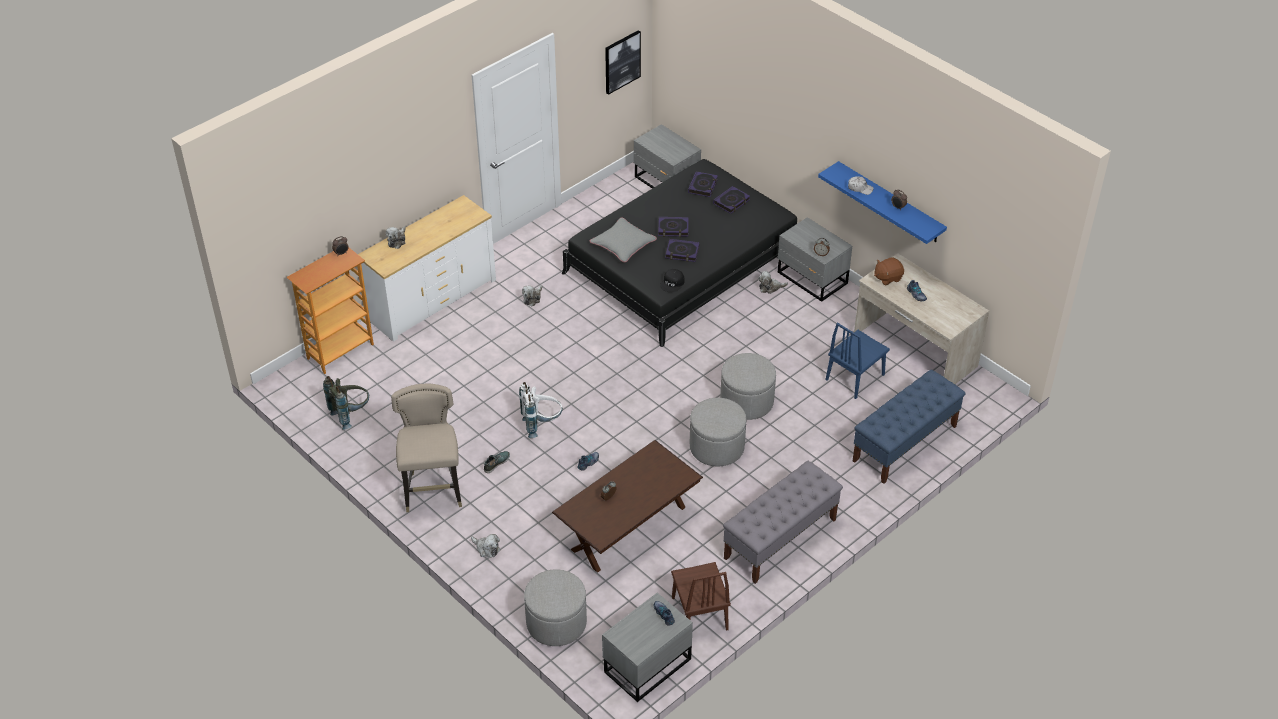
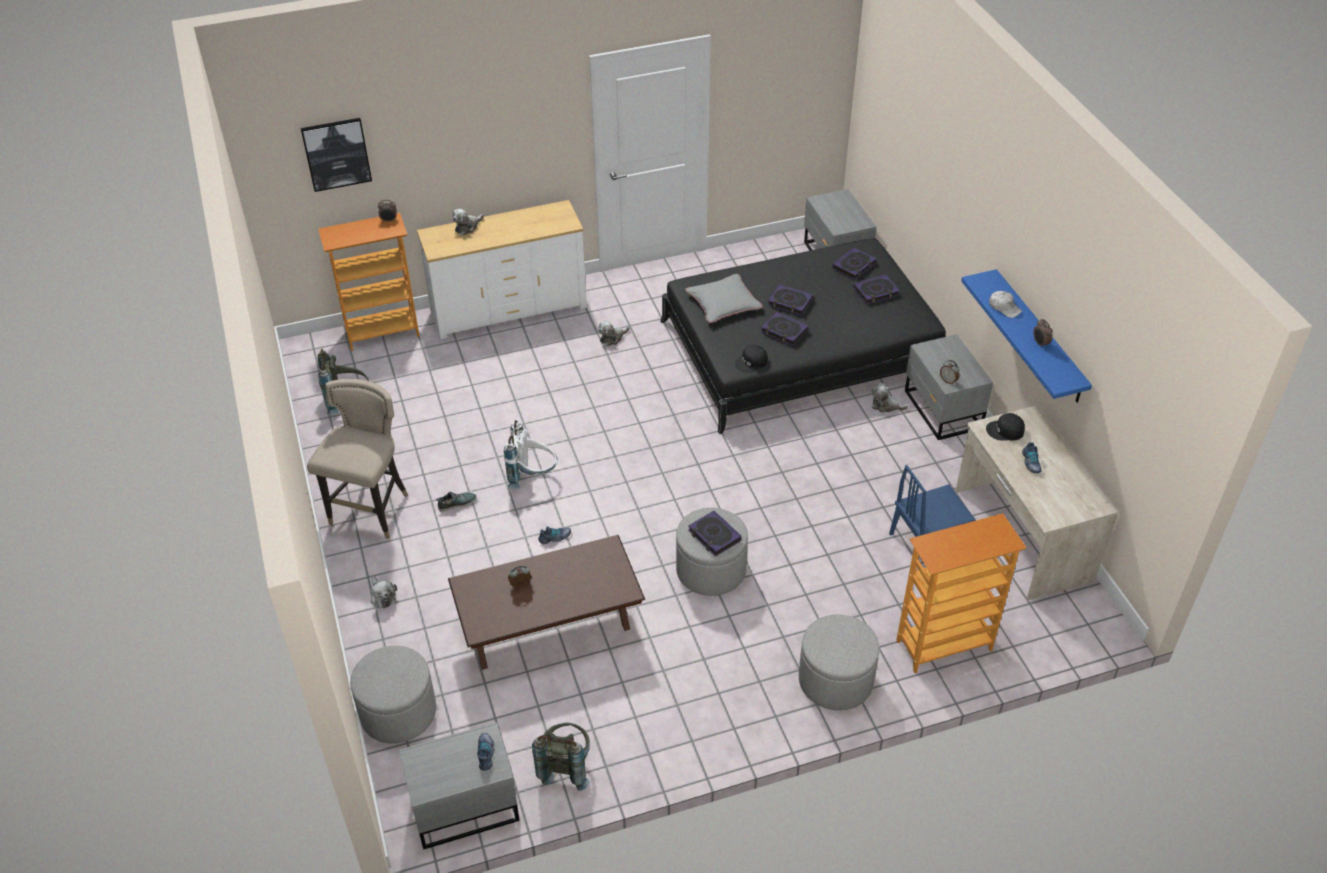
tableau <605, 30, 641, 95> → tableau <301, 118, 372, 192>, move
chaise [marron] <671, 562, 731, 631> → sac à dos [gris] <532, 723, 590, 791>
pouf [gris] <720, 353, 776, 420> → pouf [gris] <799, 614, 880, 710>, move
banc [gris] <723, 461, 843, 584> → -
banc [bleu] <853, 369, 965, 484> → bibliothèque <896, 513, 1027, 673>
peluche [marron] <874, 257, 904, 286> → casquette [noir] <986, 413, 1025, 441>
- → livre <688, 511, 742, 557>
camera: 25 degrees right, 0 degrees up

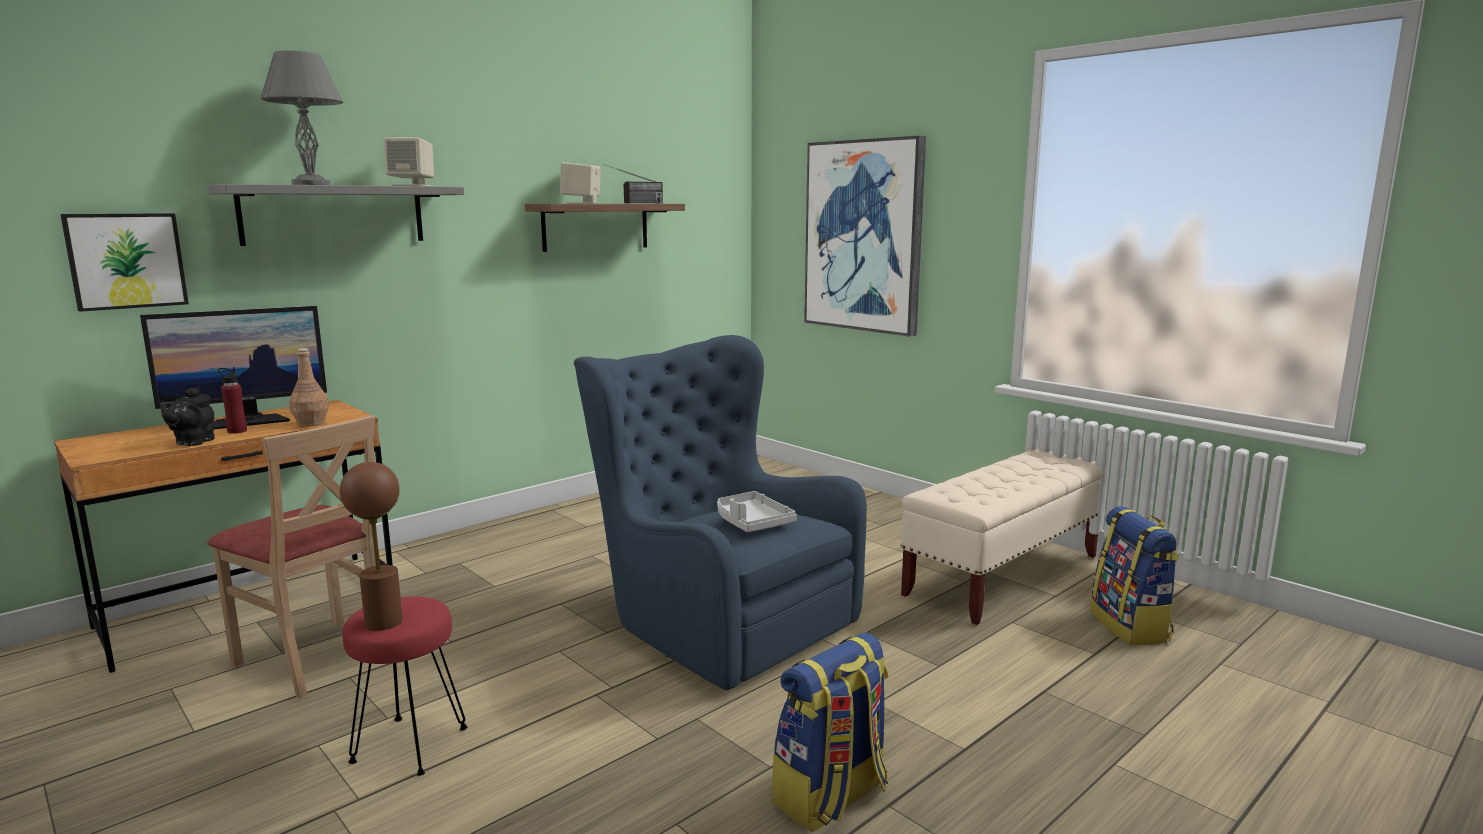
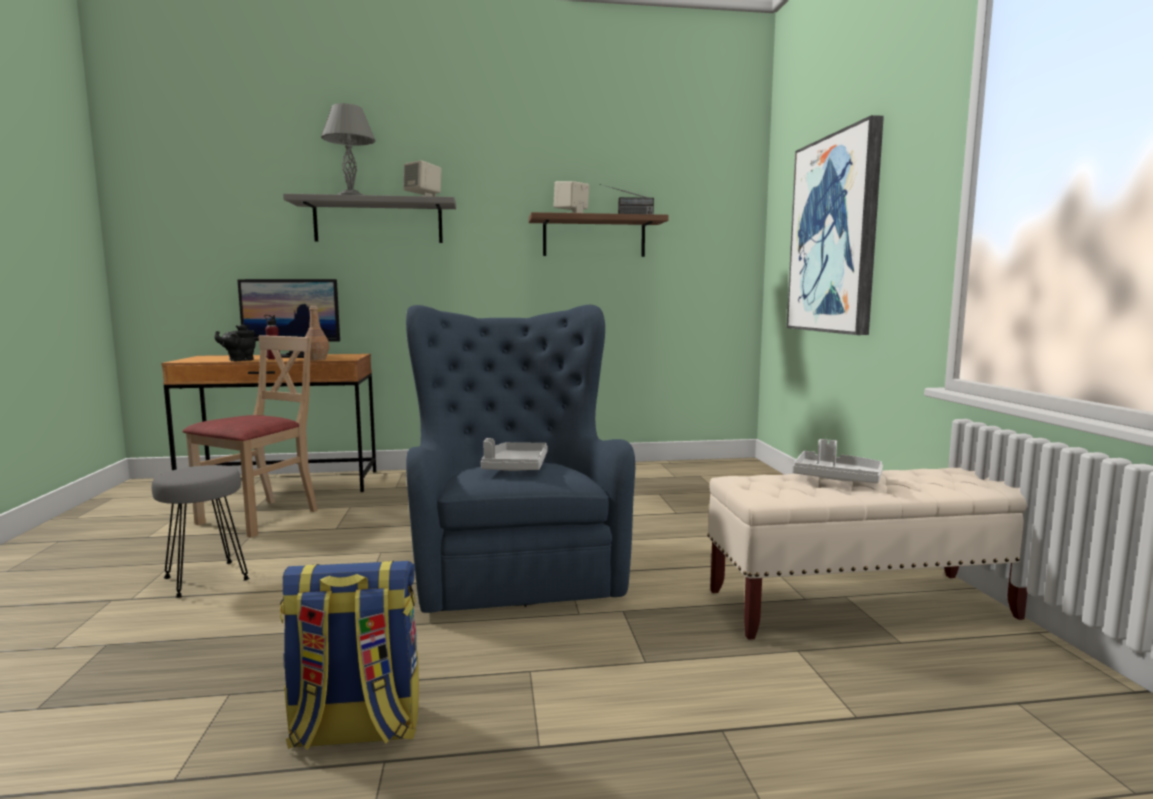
tableau <60, 213, 189, 312> → -
chaise [beige] <207, 415, 376, 699> → chaise [beige] <182, 335, 318, 538>, 135 degrees counterclockwise
lampe de table [marron] <340, 462, 403, 630> → -
tabouret [rouge] <343, 596, 467, 776> → tabouret [gris] <152, 465, 250, 598>
sac à dos <1090, 506, 1180, 645> → -
- → plateau [blanc] <792, 439, 883, 483>
camera: 35 degrees right, 5 degrees down

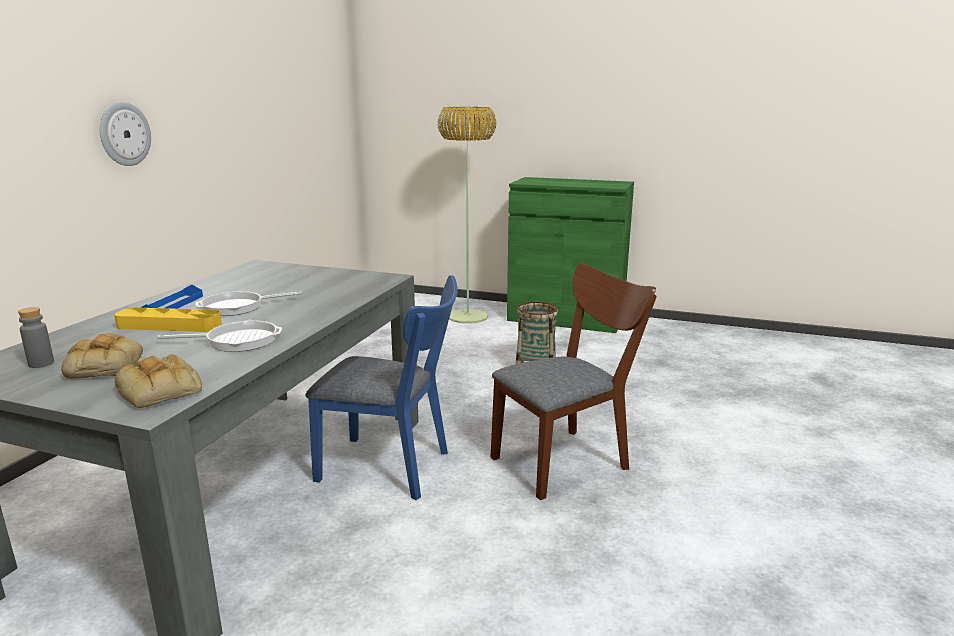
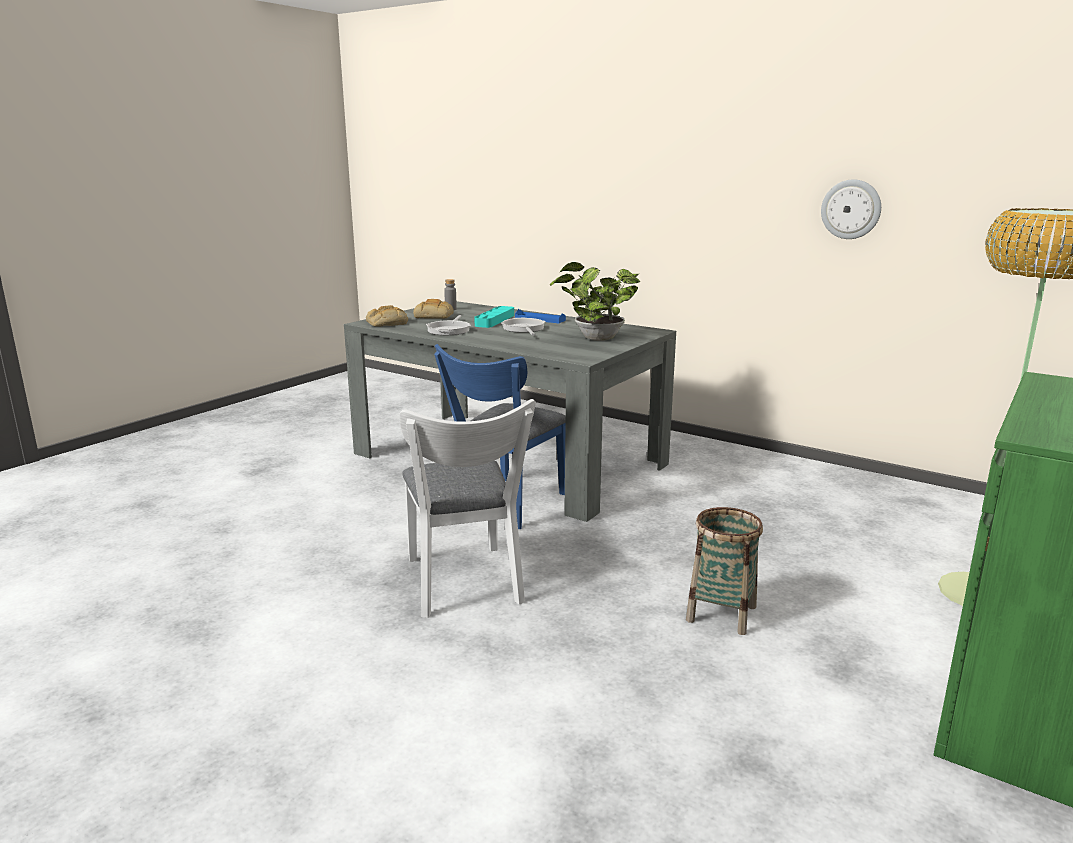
horloge murale <100, 102, 151, 166> → horloge murale <821, 179, 881, 239>, move
plateau [jaune] <114, 307, 222, 332> → plateau [turquoise] <474, 306, 514, 328>
chaise [marron] <491, 263, 657, 500> → chaise [blanc] <399, 399, 536, 618>
- → plante en pot <550, 262, 640, 341>
camera: 105 degrees right, 0 degrees up

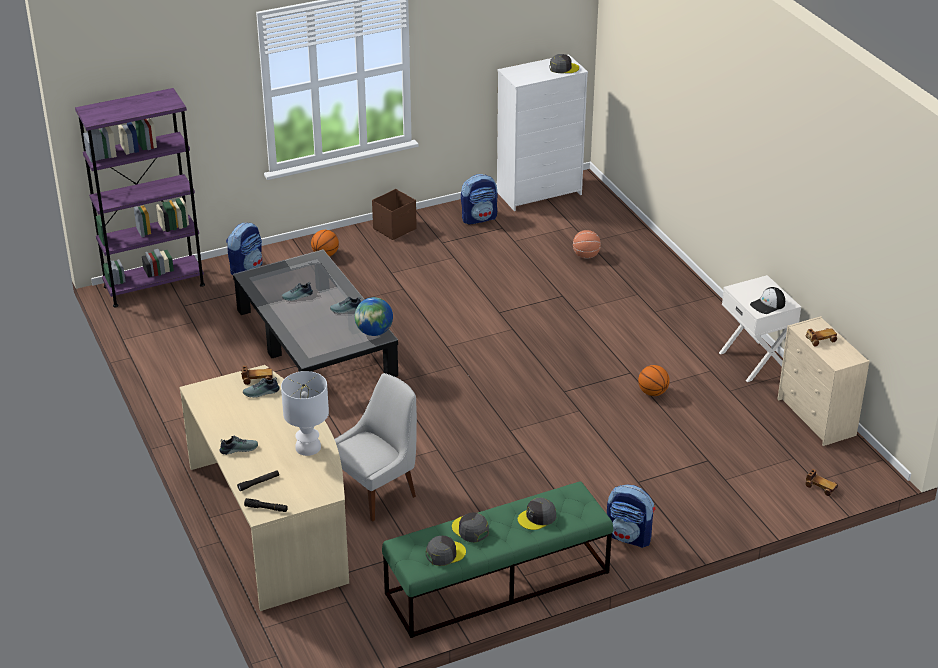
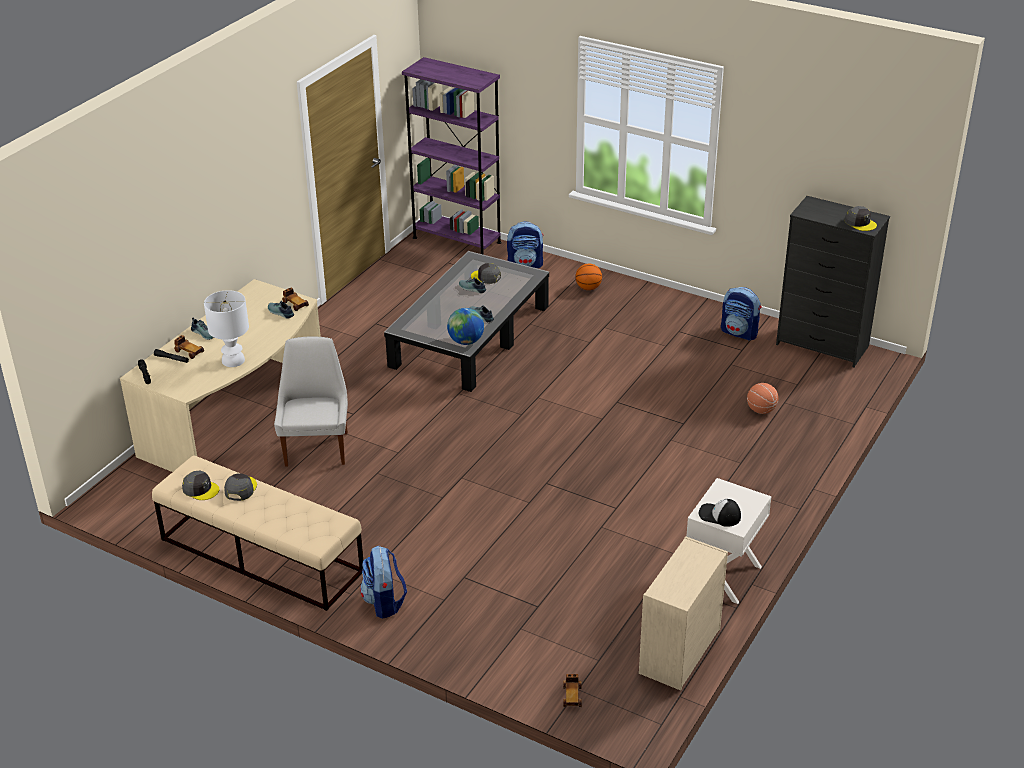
chaise [blanc] <334, 373, 417, 522> → chaise [blanc] <274, 336, 348, 466>, 105 degrees counterclockwise
boîte de rangement [marron] <372, 189, 417, 240> → -
banc [vert] <382, 481, 613, 638> → banc [beige] <152, 455, 363, 611>
commode [blanc] <497, 54, 588, 211> → commode [noir] <776, 196, 890, 368>
casquette [gris] <518, 498, 556, 530> → casquette [gris] <471, 263, 501, 284>, move
ballon de basket <638, 365, 670, 396> → -
petite voiture <806, 328, 837, 346> → petite voiture <174, 335, 204, 359>, move
camera: 55 degrees right, 0 degrees up

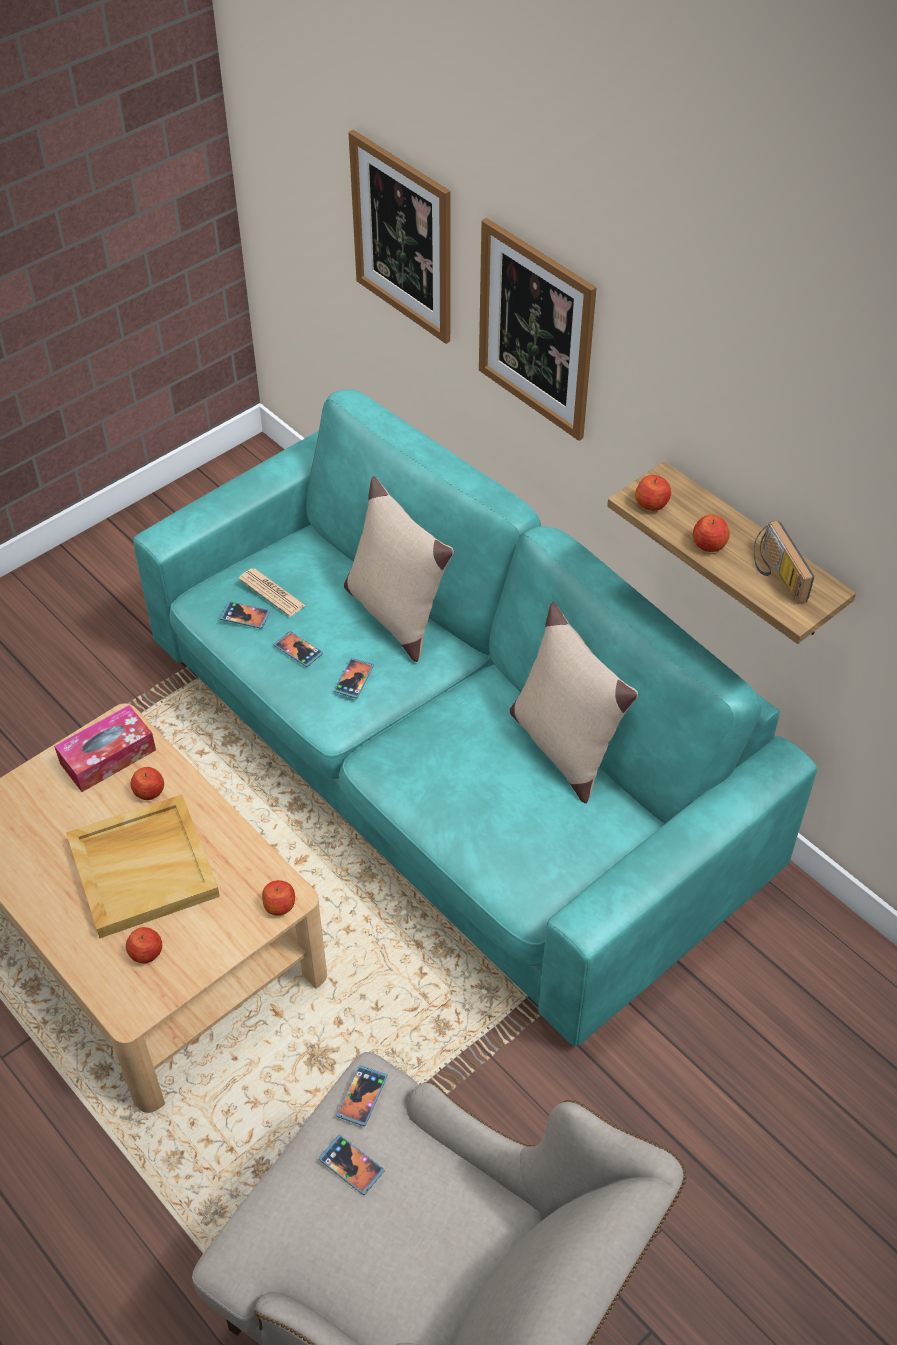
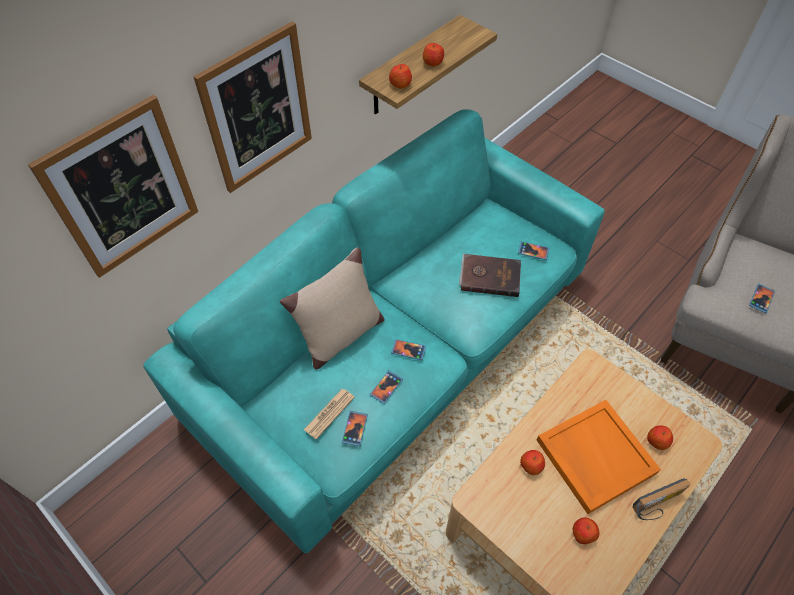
boîte à mouchoirs <54, 705, 156, 792> → -
plateau [beige] <66, 794, 220, 938> → plateau [orange] <537, 400, 661, 514>
pomme <262, 880, 295, 916> → pomme <573, 517, 599, 544>, move
téléphone <336, 1065, 387, 1126> → téléphone <518, 242, 549, 260>, move
coussin [beige] <510, 602, 638, 803> → -
radio <754, 521, 815, 604> → radio <632, 478, 690, 520>, move
- → livre [marron] <459, 253, 521, 297>
camera: 95 degrees left, 5 degrees up

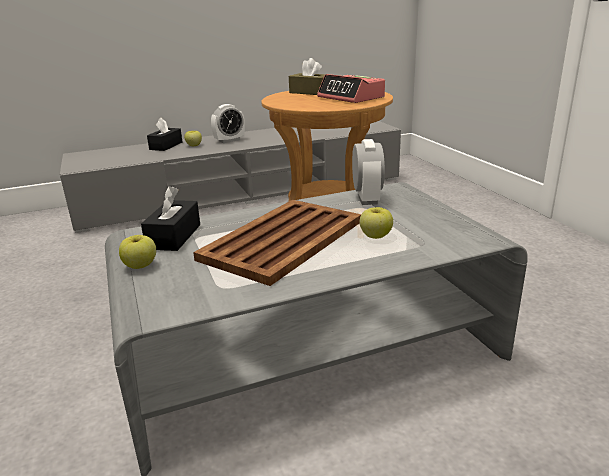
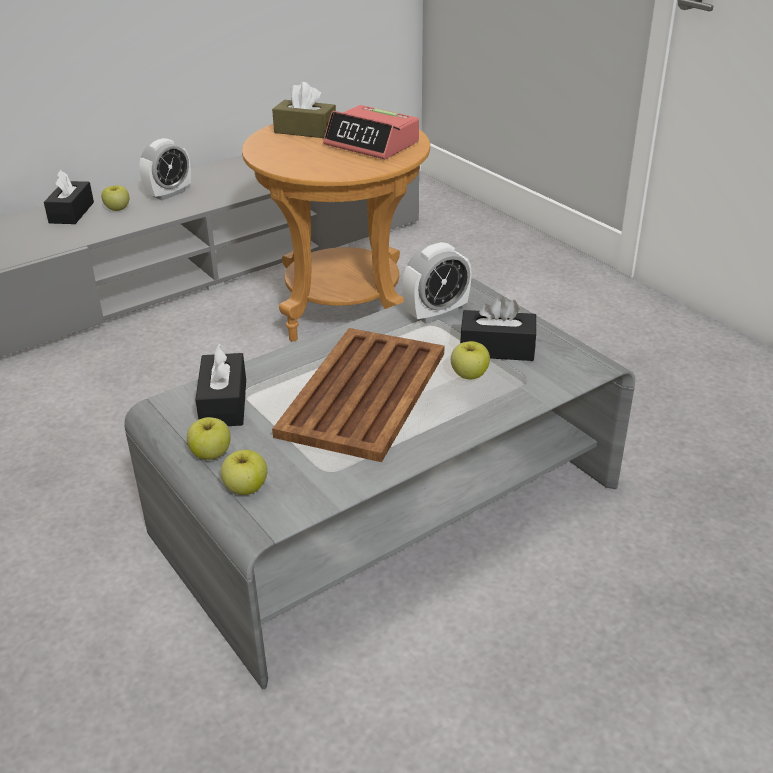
réveil <352, 139, 385, 205> → réveil <403, 242, 472, 324>, 75 degrees clockwise
- → pomme <221, 450, 267, 495>
- → boîte à mouchoirs [noir] <460, 296, 536, 361>
camera: 15 degrees left, 10 degrees up

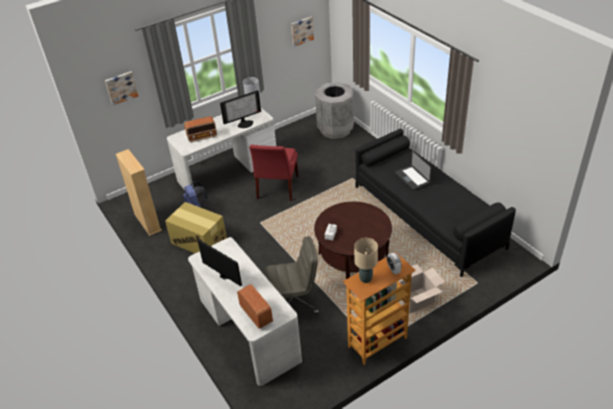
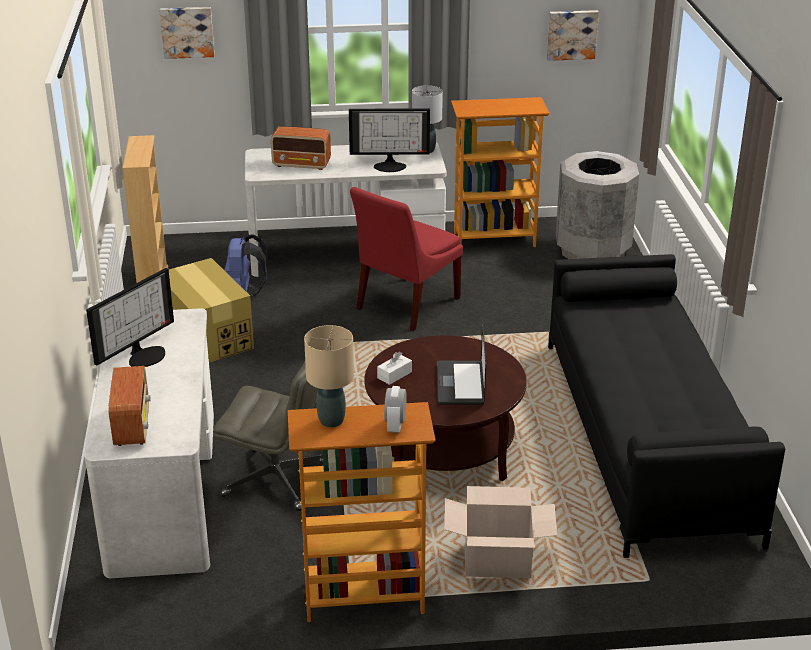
écran d'ordinateur <197, 239, 242, 286> → écran d'ordinateur <86, 268, 174, 367>, 60 degrees clockwise
ordinateur portable <395, 150, 431, 190> → ordinateur portable <437, 324, 487, 405>, move
- → bibliothèque <451, 97, 550, 247>
camera: 25 degrees right, 10 degrees down

